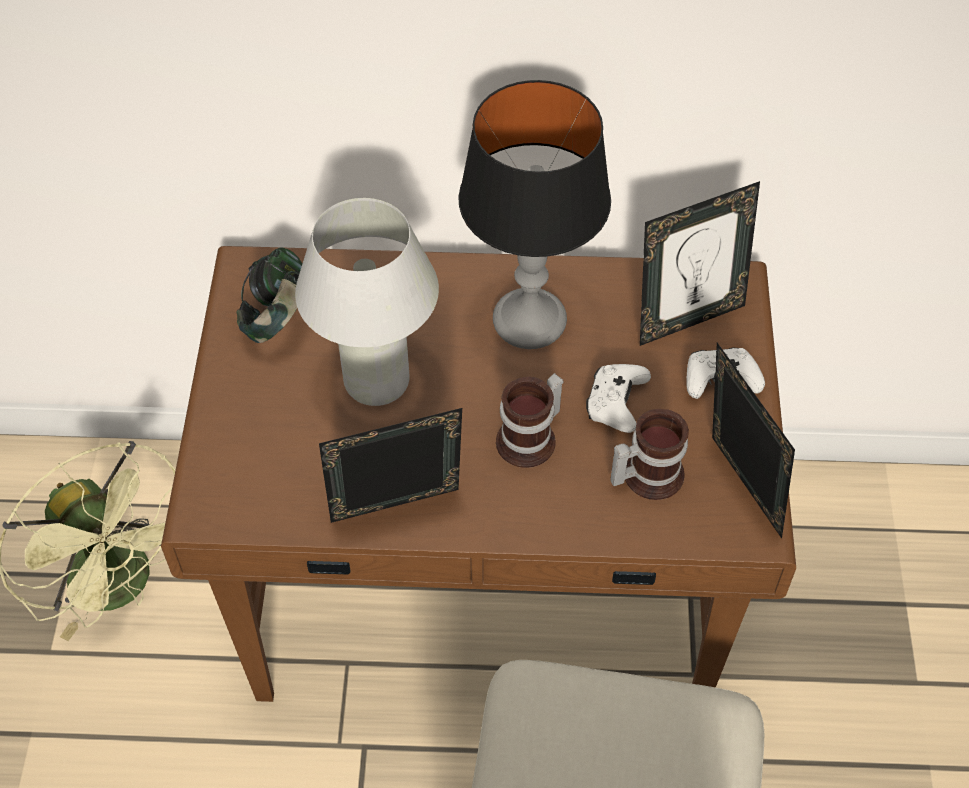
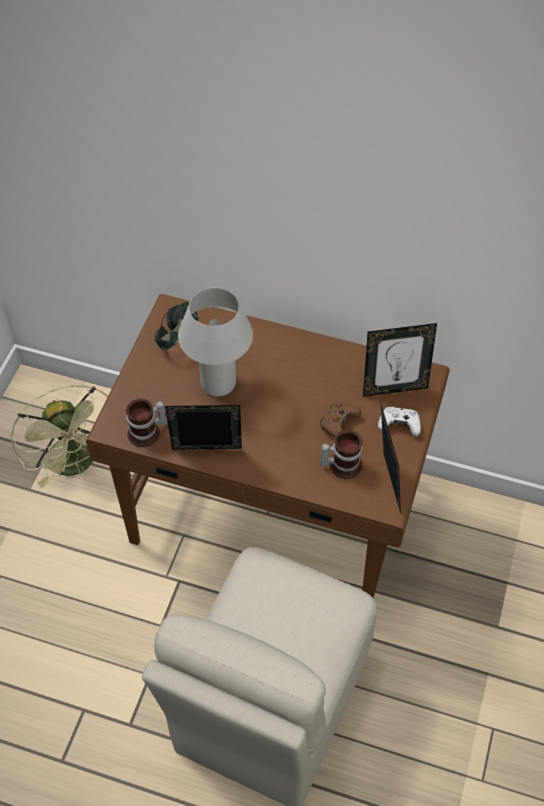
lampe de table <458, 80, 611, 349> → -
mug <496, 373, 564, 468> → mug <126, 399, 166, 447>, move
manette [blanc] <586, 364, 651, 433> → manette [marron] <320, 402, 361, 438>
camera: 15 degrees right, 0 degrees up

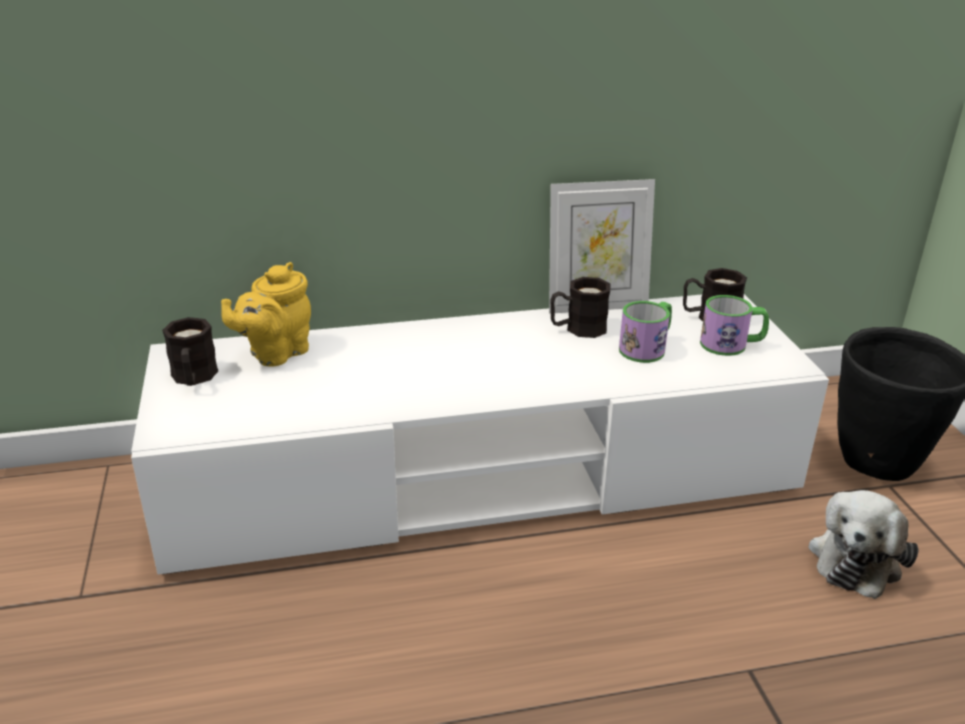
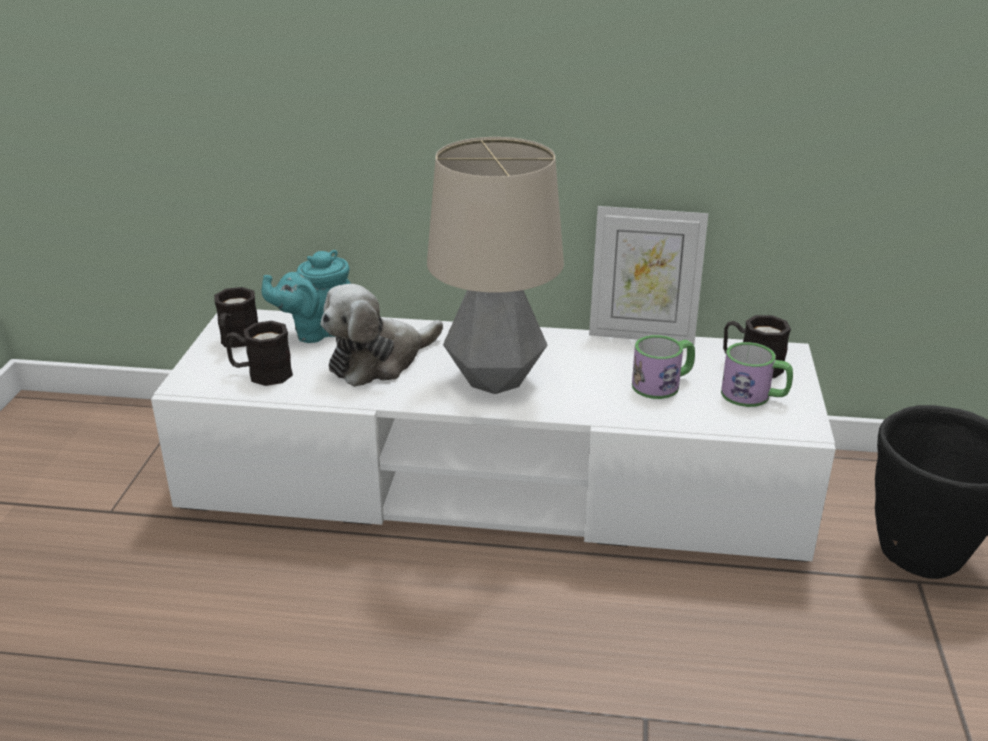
théière [jaune] <221, 262, 311, 367> → théière [turquoise] <262, 250, 351, 343>
mug [noir] <550, 277, 610, 338> → mug [noir] <225, 321, 293, 386>, move
peluche <808, 490, 919, 599> → peluche <320, 284, 443, 387>, move
- → lampe de table <427, 137, 564, 394>
camera: 20 degrees right, 0 degrees up

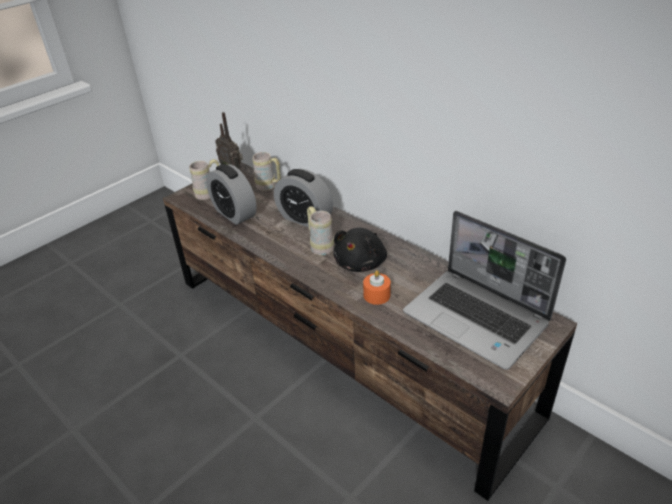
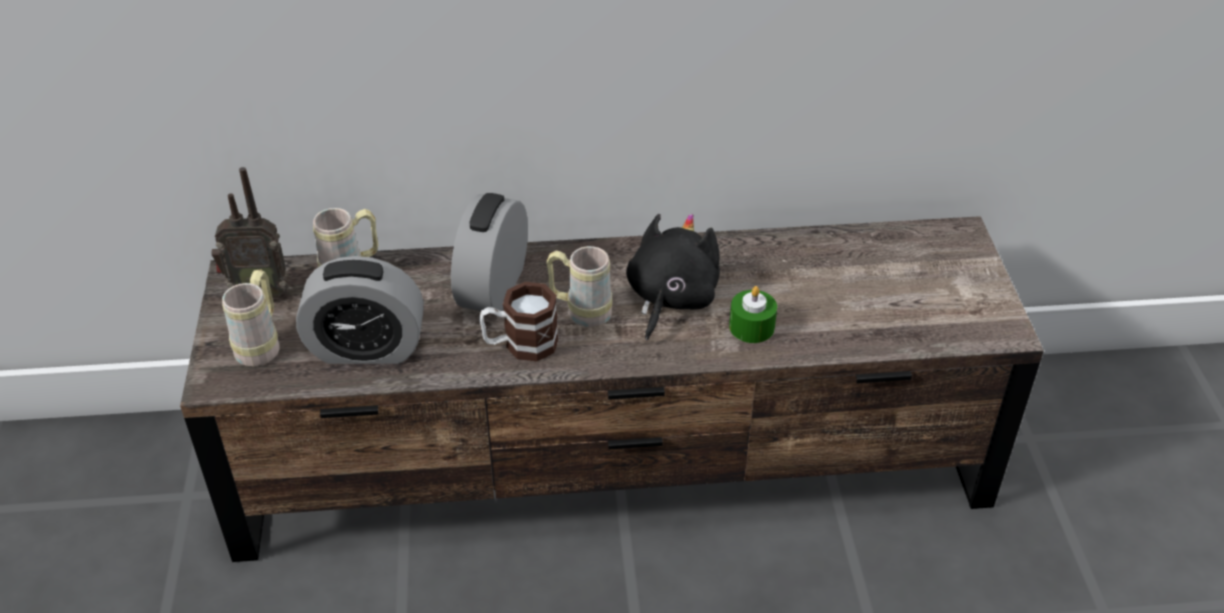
réveil <274, 169, 333, 227> → réveil <451, 193, 528, 311>, 120 degrees clockwise
peluche [noir] <334, 228, 387, 272> → peluche [noir] <626, 213, 720, 341>, 135 degrees counterclockwise
bougie [orange] <363, 270, 391, 305> → bougie [vert] <729, 286, 777, 343>
ordinateur portable <403, 211, 566, 370> → -
- → mug <479, 282, 559, 362>
camera: 50 degrees left, 5 degrees up

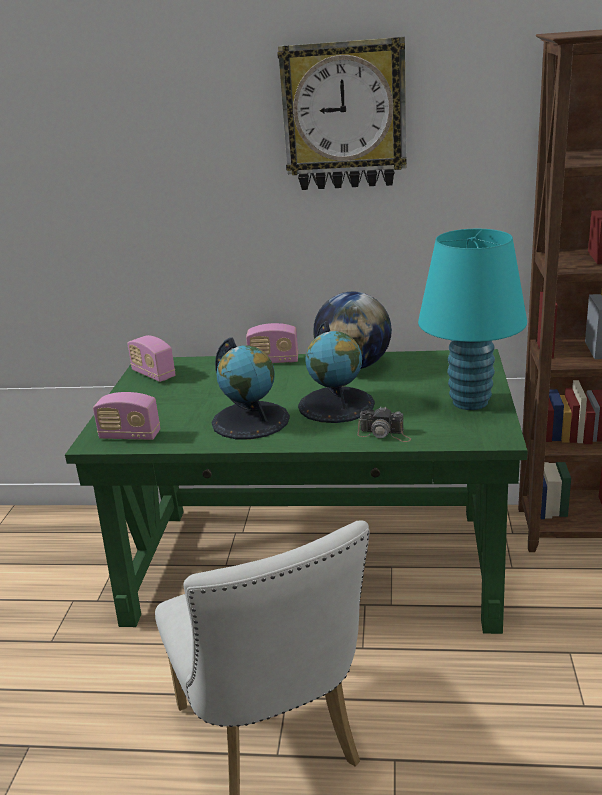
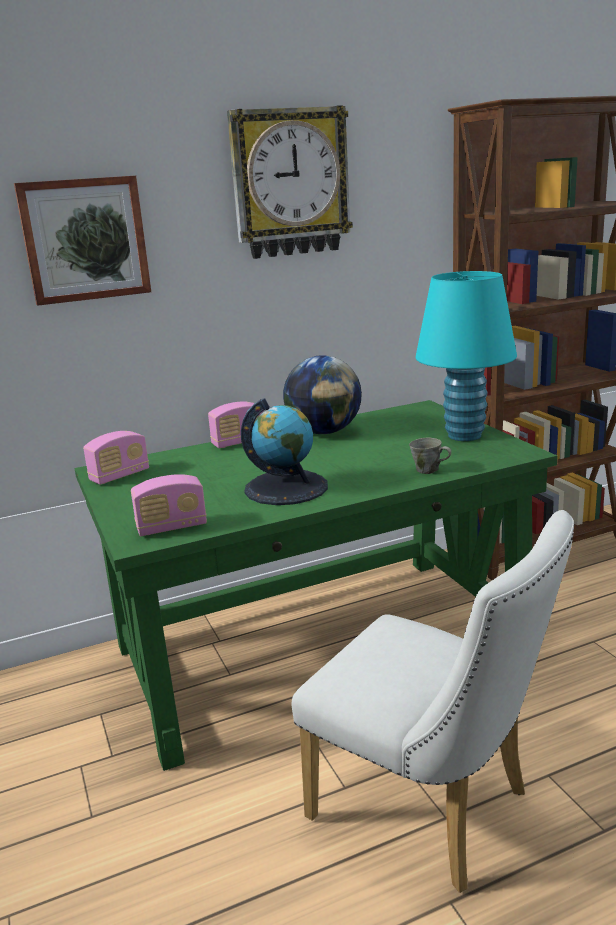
radio <127, 335, 175, 382> → radio <83, 431, 149, 485>, 60 degrees counterclockwise
globe <298, 321, 375, 423> → -
appareil photo <357, 407, 411, 442> → mug [gris] <409, 438, 451, 474>
- → tableau <14, 176, 151, 306>
camera: 30 degrees left, 5 degrees down

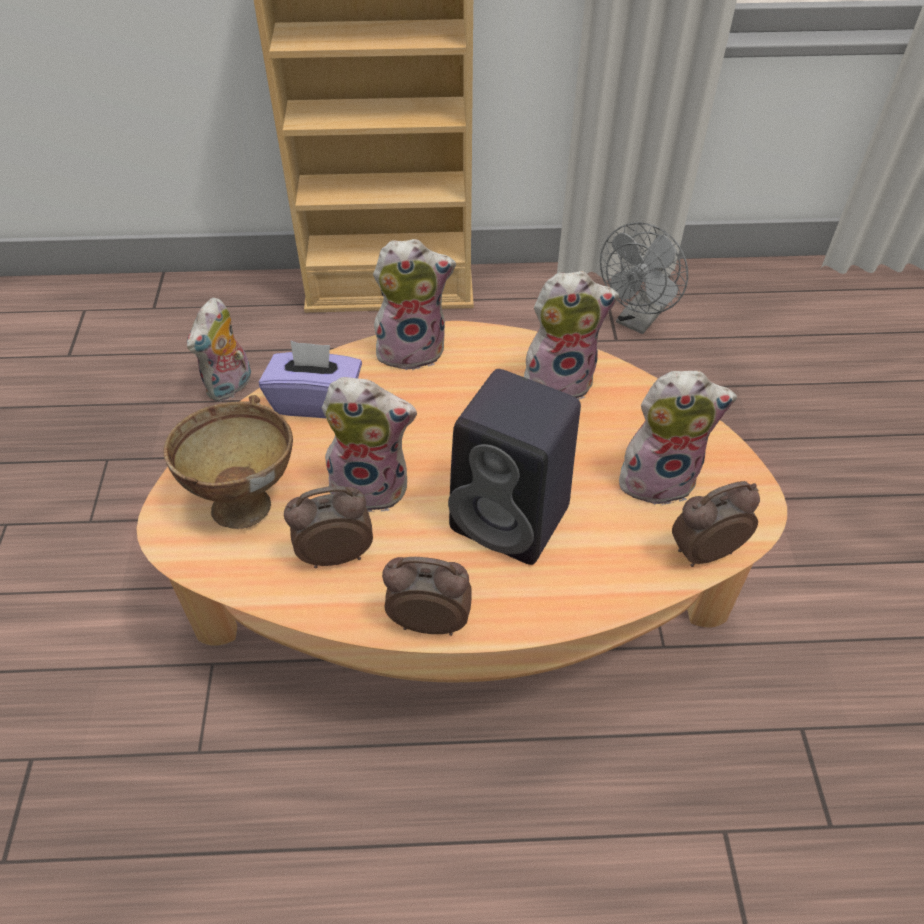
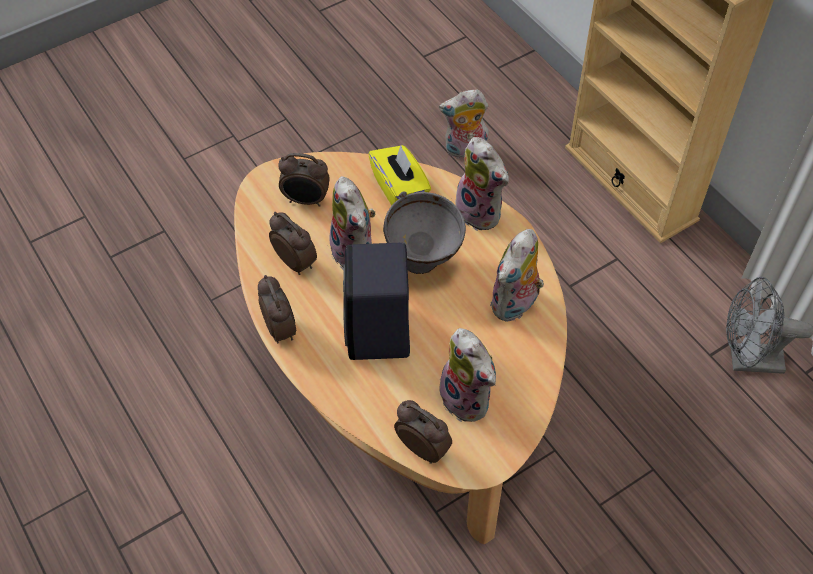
bol [marron] <163, 395, 293, 529> → réveil <278, 153, 330, 207>
boîte à mouchoirs [violet] <259, 341, 362, 418> → boîte à mouchoirs [jaune] <368, 145, 431, 206>
peluche <524, 271, 619, 400> → peluche <490, 229, 544, 322>, 75 degrees clockwise
- → bol [gris] <383, 191, 466, 274>
camera: 60 degrees right, 5 degrees up

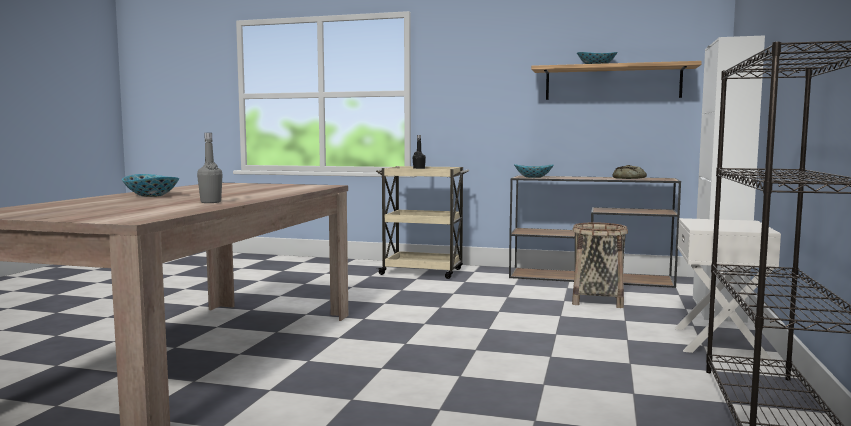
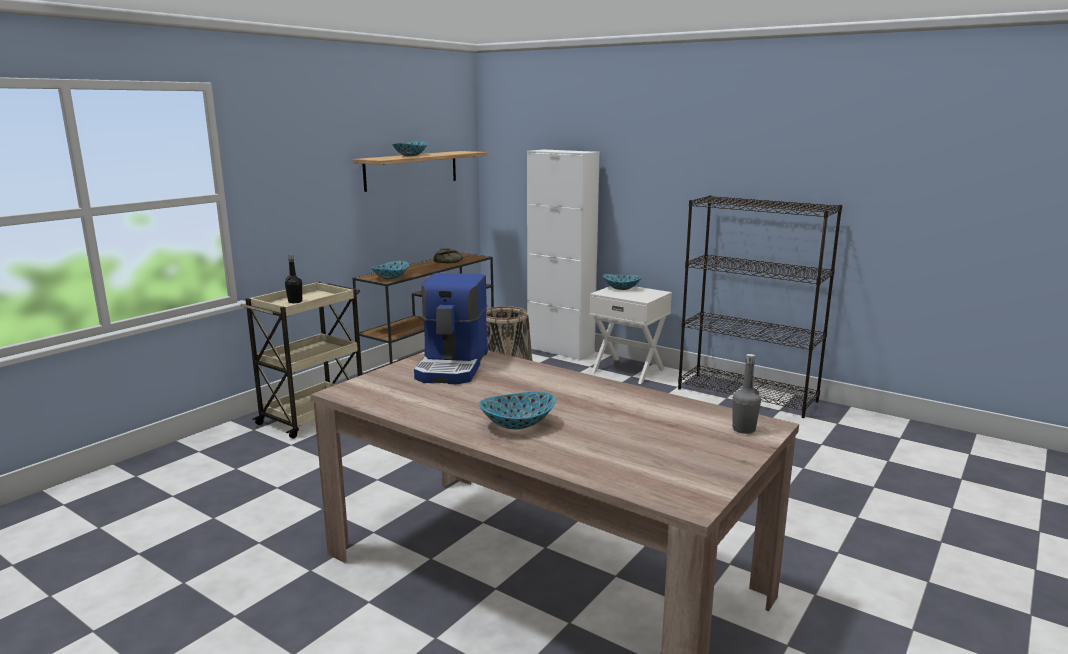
bouteille [gris] <197, 133, 223, 203> → bouteille [gris] <732, 354, 761, 434>, move
- → machine à café <414, 273, 488, 384>
- → bol <603, 274, 642, 290>
camera: 70 degrees left, 10 degrees up

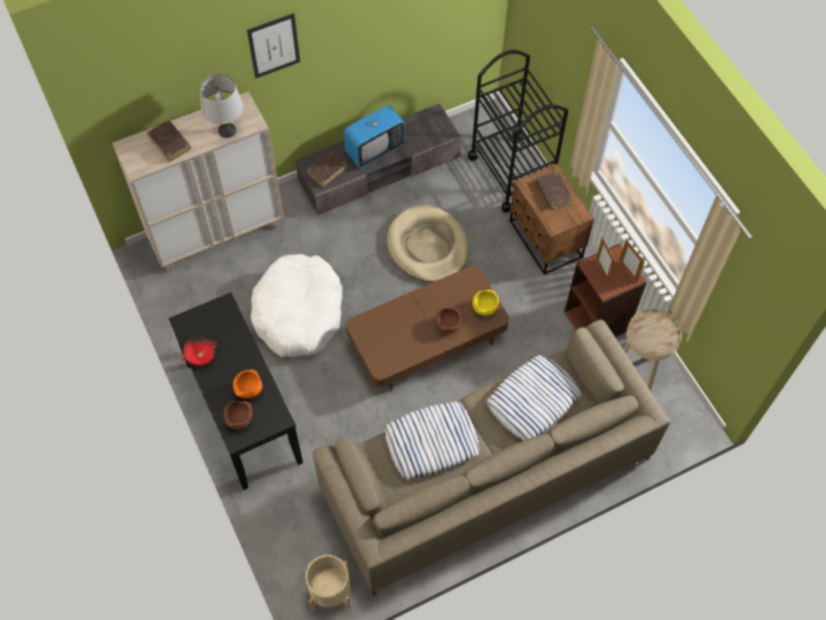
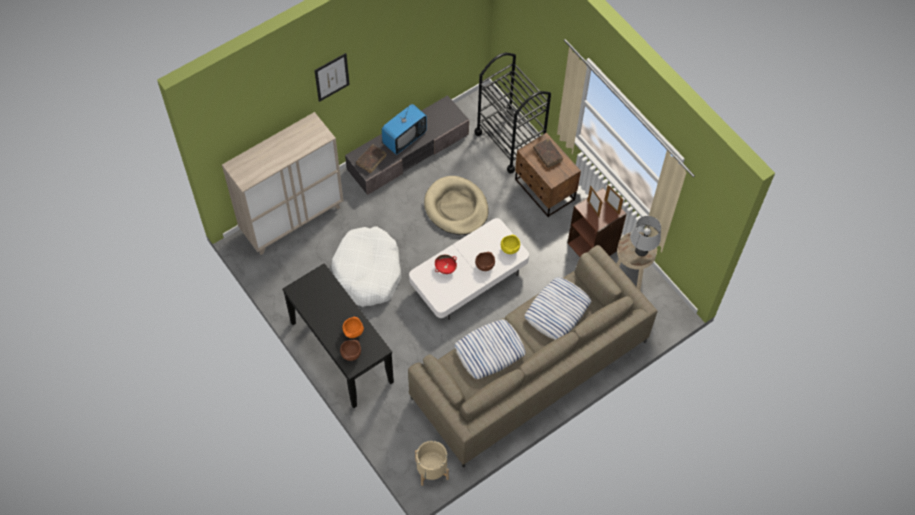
livre [marron] <147, 120, 191, 162> → -
bol [rouge] <181, 337, 216, 366> → bol [rouge] <435, 254, 457, 274>, move
lampe de table [gris] <200, 74, 243, 138> → lampe de table [gris] <630, 216, 661, 256>, move
table basse [marron] <346, 266, 509, 391> → table basse [blanc] <409, 218, 529, 320>
camera: 10 degrees left, 0 degrees up

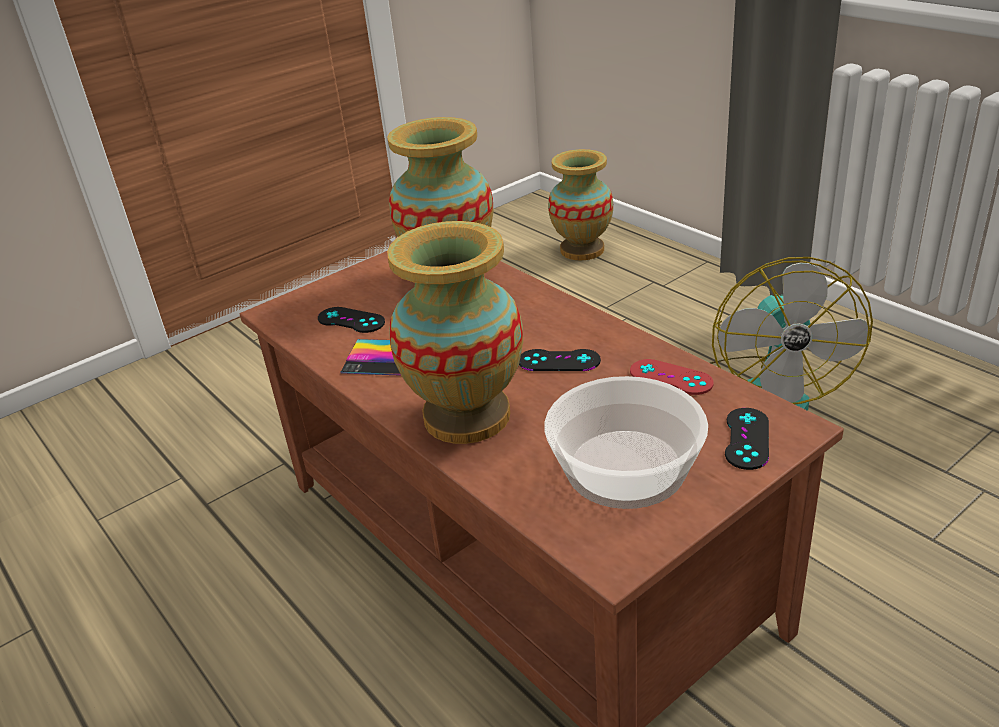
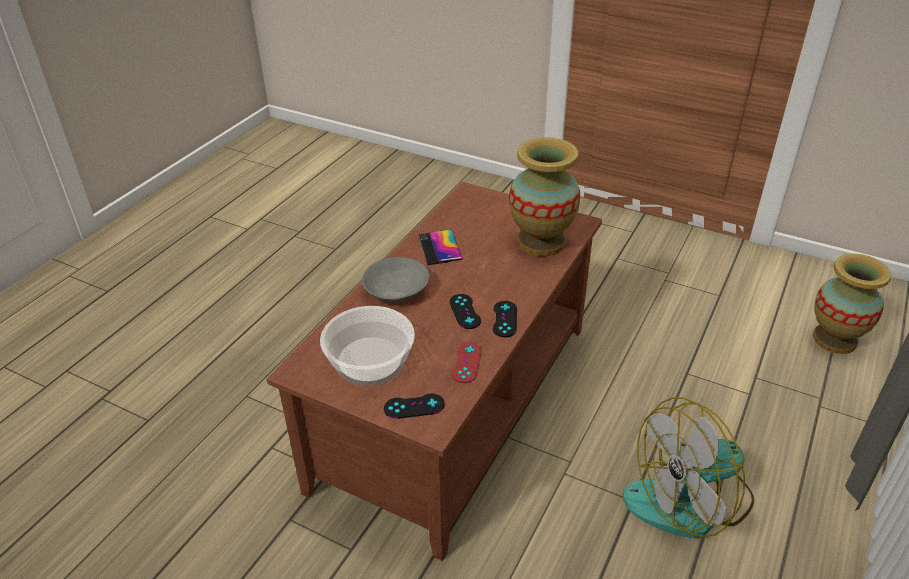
manette [noir] <318, 307, 385, 333> → manette [noir] <493, 301, 517, 337>, move
vase <387, 221, 523, 444> → bol [gris] <362, 257, 430, 302>
camera: 65 degrees right, 5 degrees up

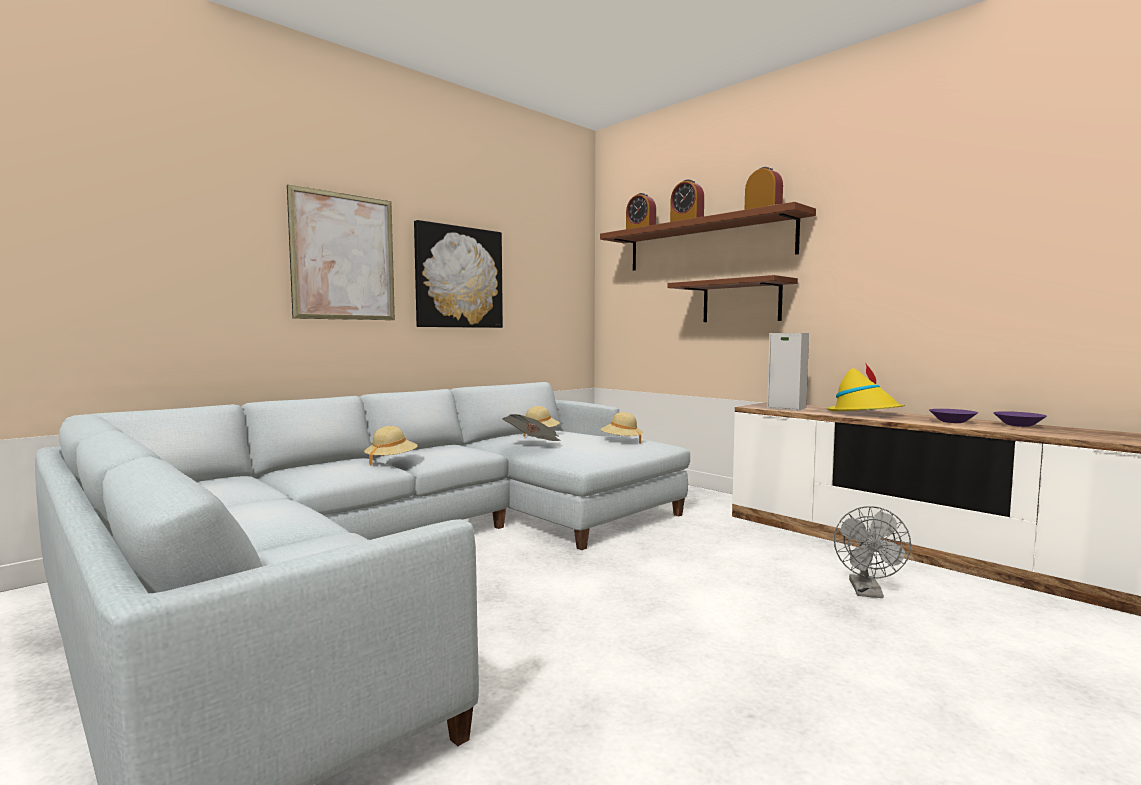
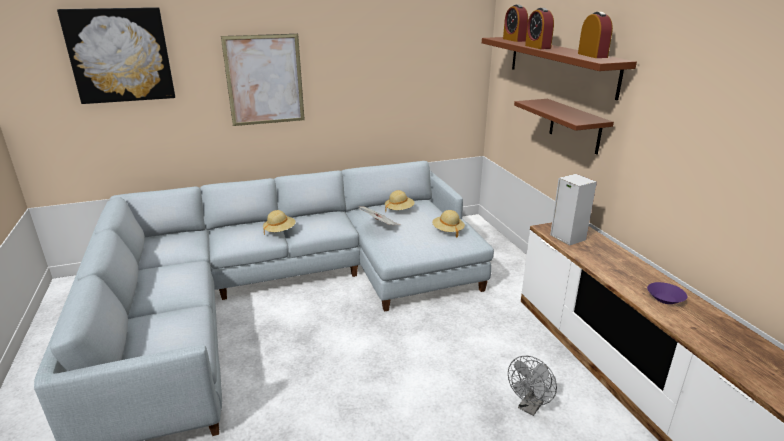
tableau <414, 220, 503, 328> → tableau <57, 7, 175, 104>, move
chapeau [jaune] <827, 364, 905, 412> → -
bol [violet] <993, 411, 1047, 427> → -
camera: 25 degrees right, 20 degrees up

